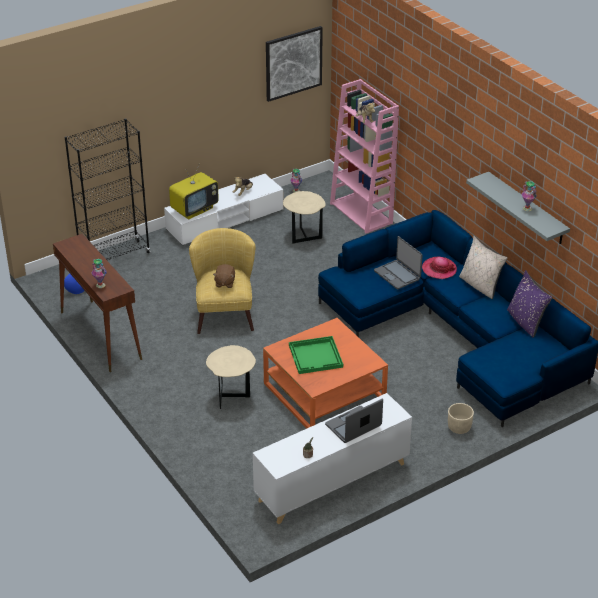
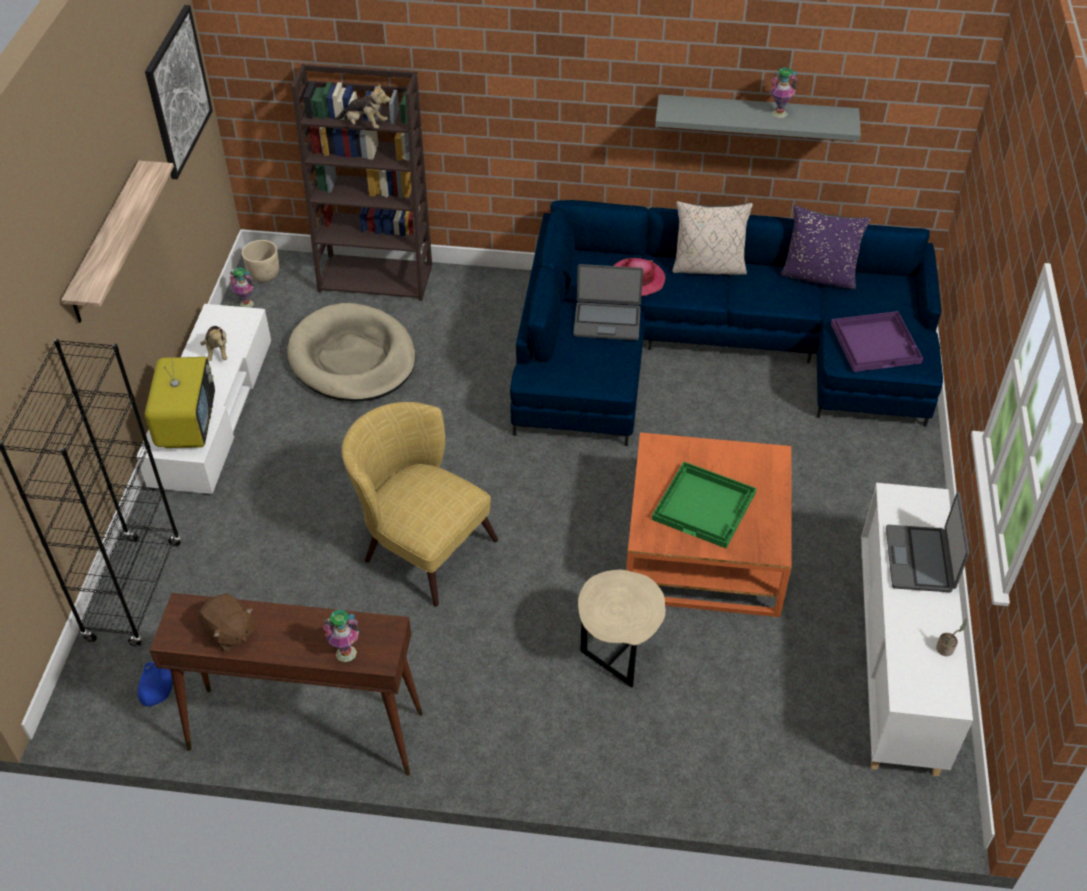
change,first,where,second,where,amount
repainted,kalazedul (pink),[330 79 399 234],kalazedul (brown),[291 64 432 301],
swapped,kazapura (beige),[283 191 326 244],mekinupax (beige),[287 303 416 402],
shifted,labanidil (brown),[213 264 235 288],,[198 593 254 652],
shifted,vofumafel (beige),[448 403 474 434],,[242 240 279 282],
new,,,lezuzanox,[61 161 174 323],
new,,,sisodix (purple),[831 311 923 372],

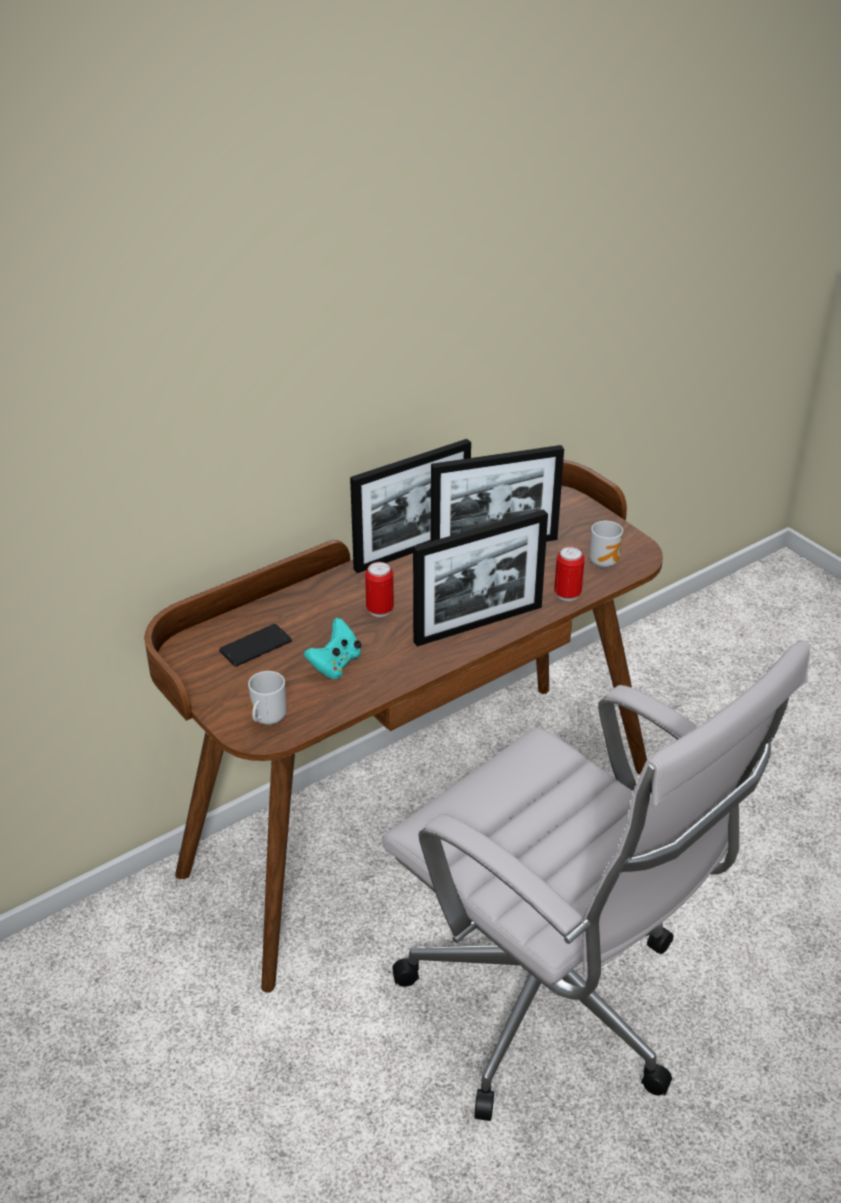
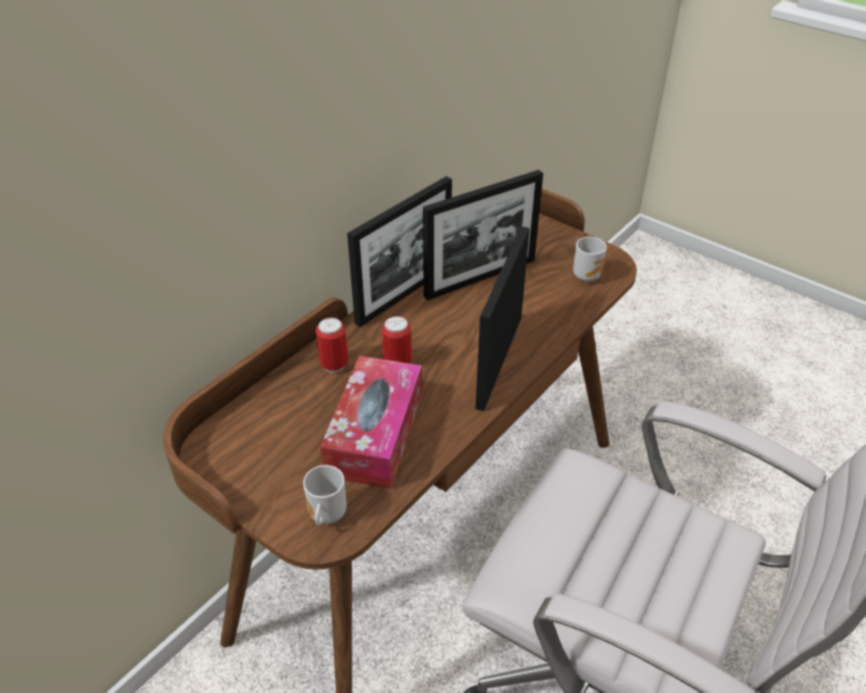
change,first,where,second,where,amount
rotated,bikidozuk,[413 509 548 647],,[475 226 530 411],150 degrees clockwise
shifted,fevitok,[554 547 585 601],,[316 317 348 373],
swapped,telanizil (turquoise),[304 618 361 679],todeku,[320 356 422 489],
gone,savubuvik,[219 624 292 667],,,

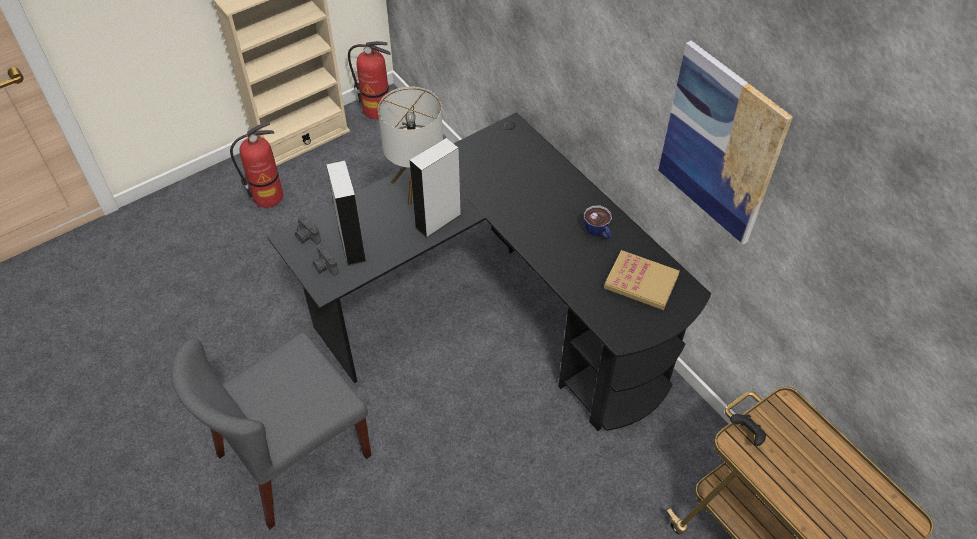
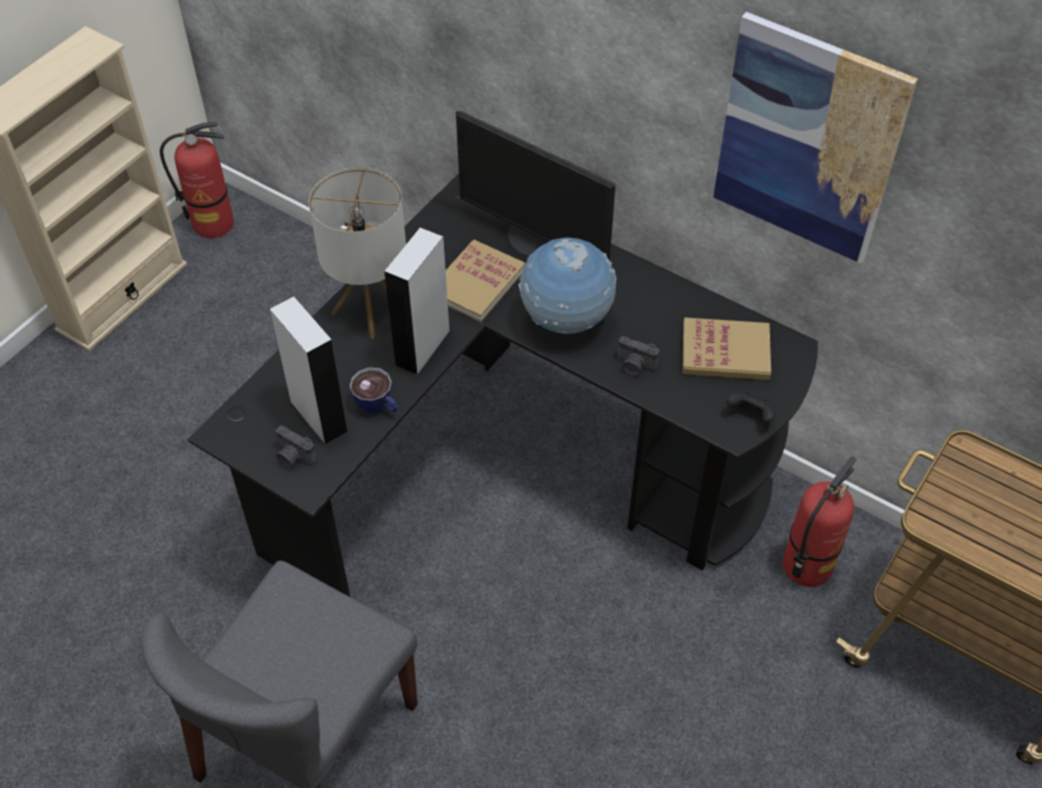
change,first,where,second,where,amount
shifted,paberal,[230 122 283 208],,[783 456 857 587],
shifted,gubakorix,[584 205 612 239],,[350 367 398 413],
shifted,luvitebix,[295 215 321 244],,[617 336 659 376],
shifted,telanizil (black),[730 414 766 446],,[727 391 775 423],
new,,,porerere,[456 111 616 260],
new,,,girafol,[518 237 617 334],
new,,,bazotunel,[446 240 525 322],

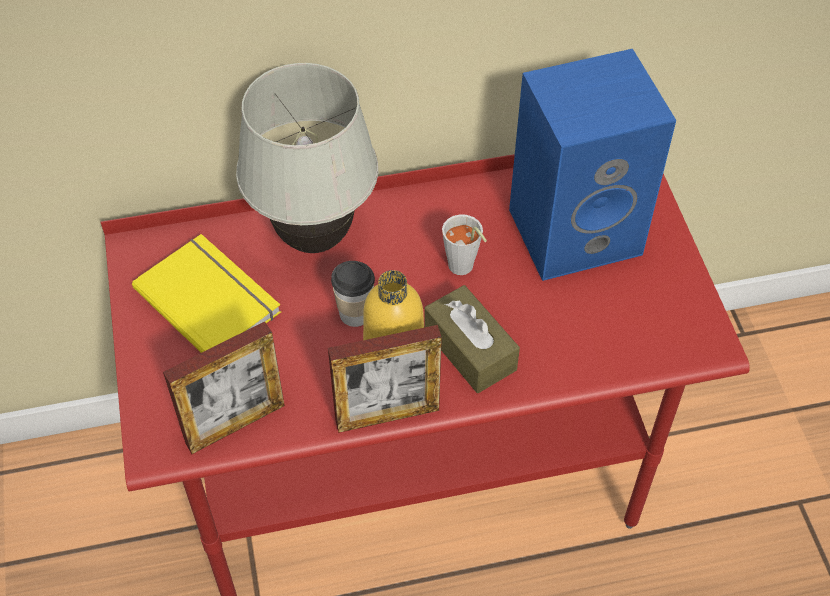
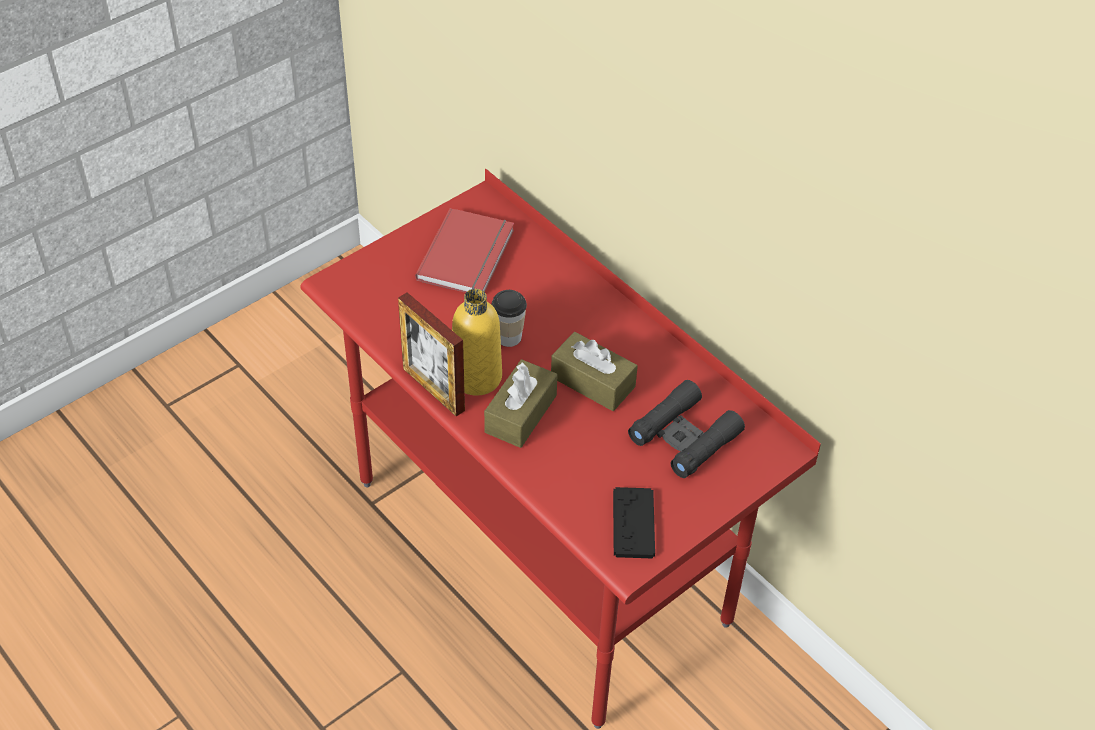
change,first,where,second,where,amount
swapped,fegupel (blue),[509 49 676 281],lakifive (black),[628 380 745 478],
gone,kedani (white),[236 63 378 253],,,
swapped,gubakorix (grey),[442 214 487 275],todeku (brown),[551 332 638 411],
repainted,bazotunel (yellow),[132 234 281 353],bazotunel (red),[415 208 514 293],
gone,bikidozuk,[163 322 285 454],,,
new,,,telanizil (black),[613 487 655 559],

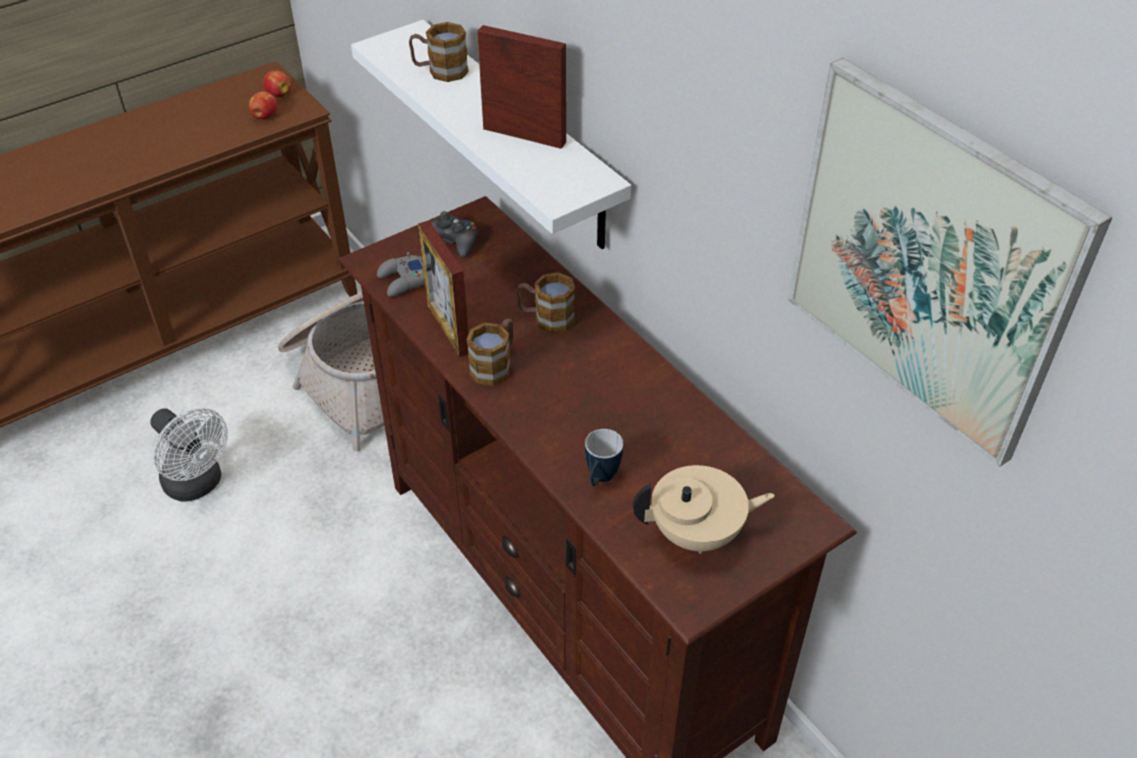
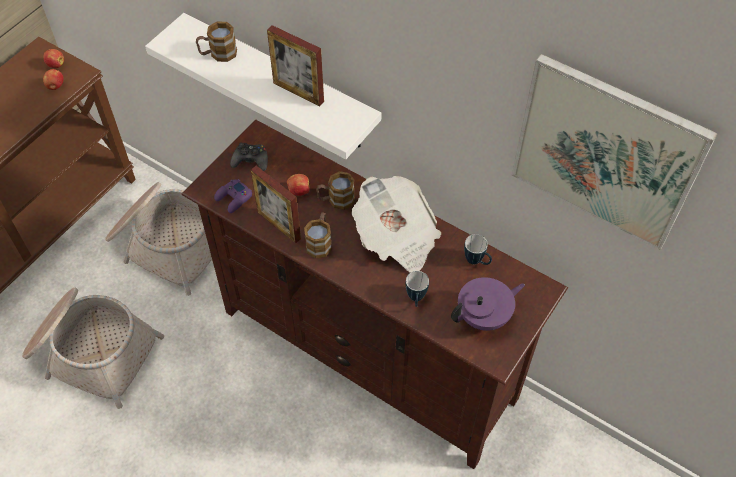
change,first,where,second,where,amount
rotated,bikidozuk,[477 25 566 149],,[267 25 324 107],150 degrees counterclockwise
repainted,telanizil (grey),[377 252 425 297],telanizil (purple),[214 179 252 213],
swapped,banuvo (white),[150 408 228 502],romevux,[22 288 164 409],
repainted,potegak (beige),[633 465 775 554],potegak (purple),[451 277 525 331],
new,,,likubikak,[287 174 310 196],
new,,,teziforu,[352 176 442 273],
new,,,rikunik,[464 234 492 265],

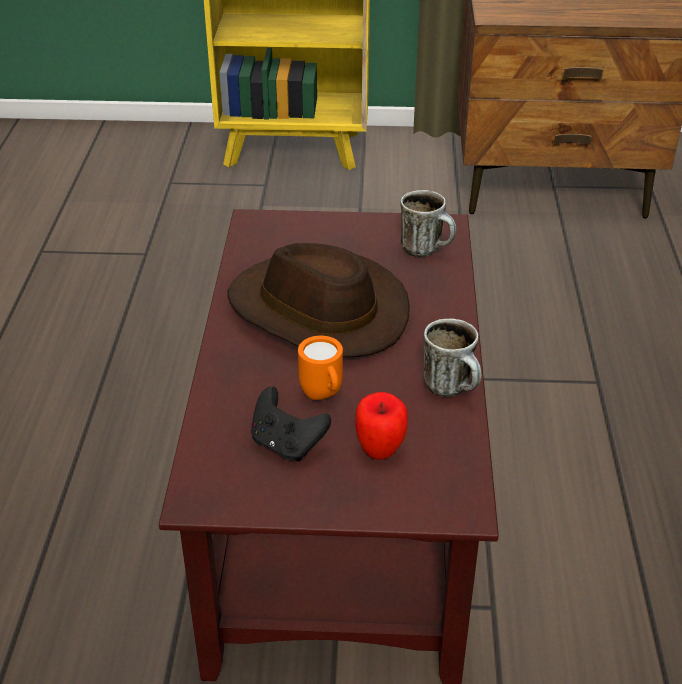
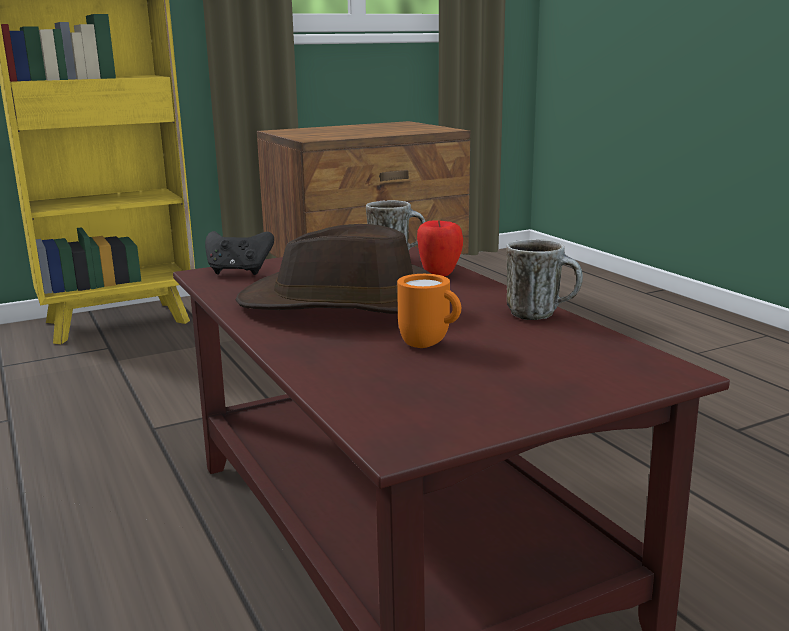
change,first,where,second,where,amount
shifted,telanizil (black),[251 387 331 461],,[205 231 274 275],
shifted,likubikak,[356 392 408 460],,[417 220 463 276],

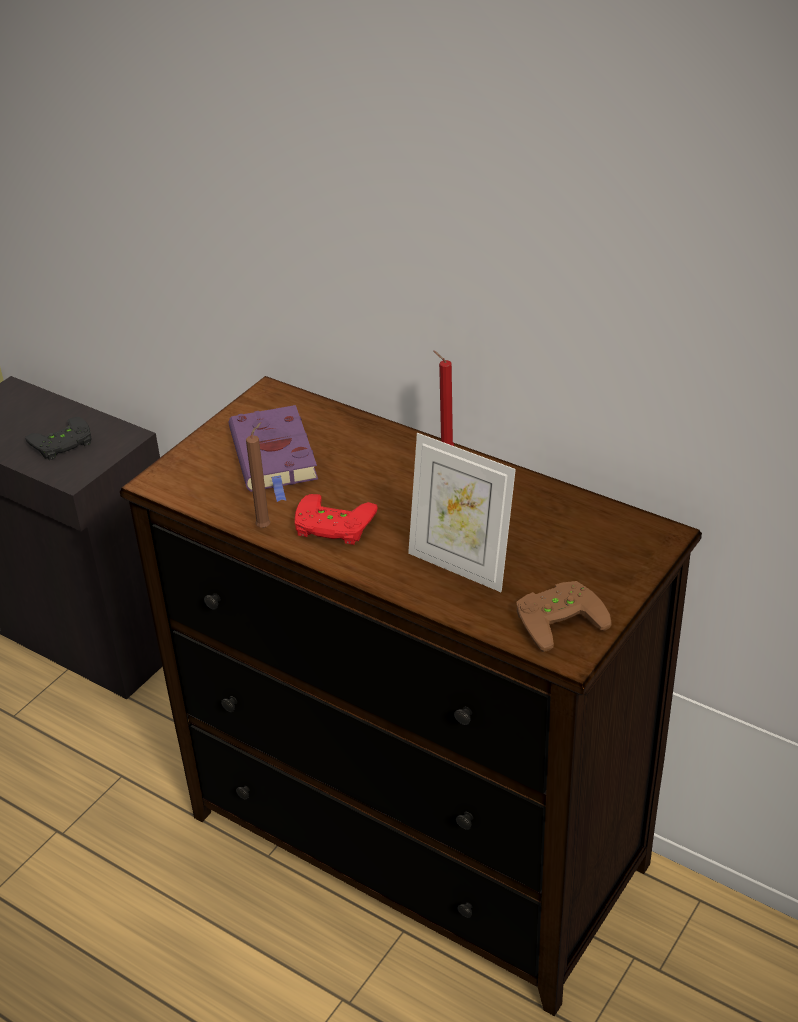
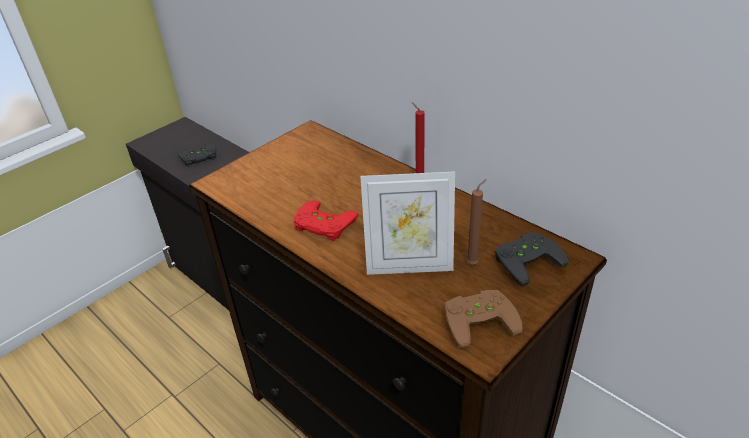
change,first,where,second,where,amount
gone,bazotunel (purple),[229 405 318 502],,,
shifted,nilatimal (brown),[246 423 271 528],,[466 179 487 265],
rotated,bikidozuk,[408 433 516 592],,[360 172 455 275],45 degrees counterclockwise
new,,,telanizil (black),[495 232 569 286],

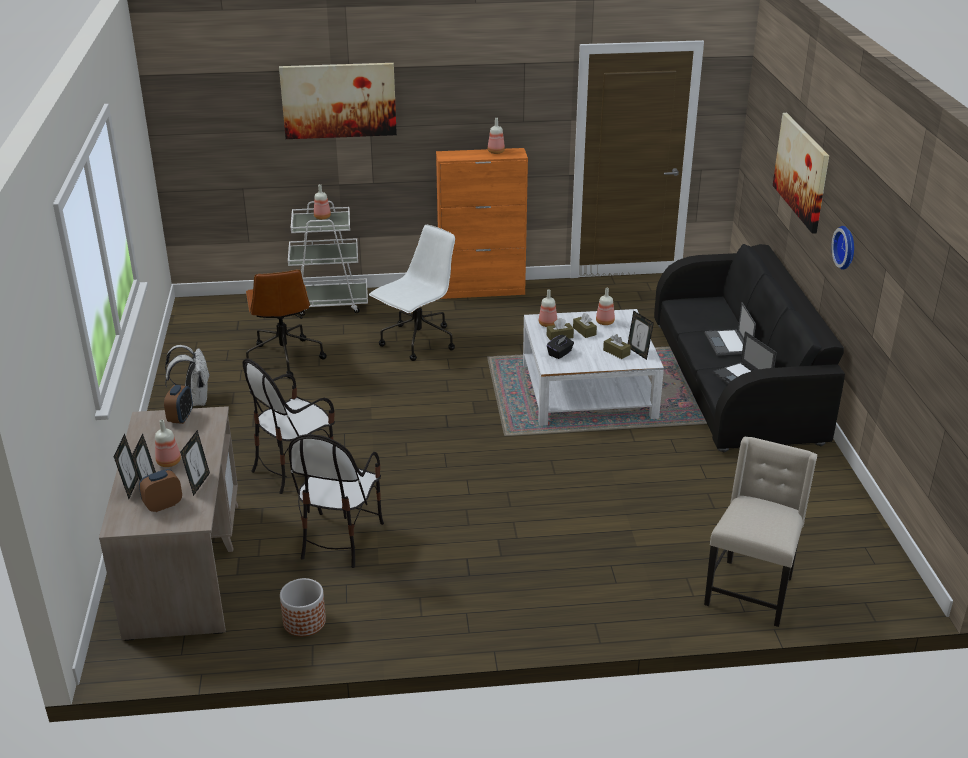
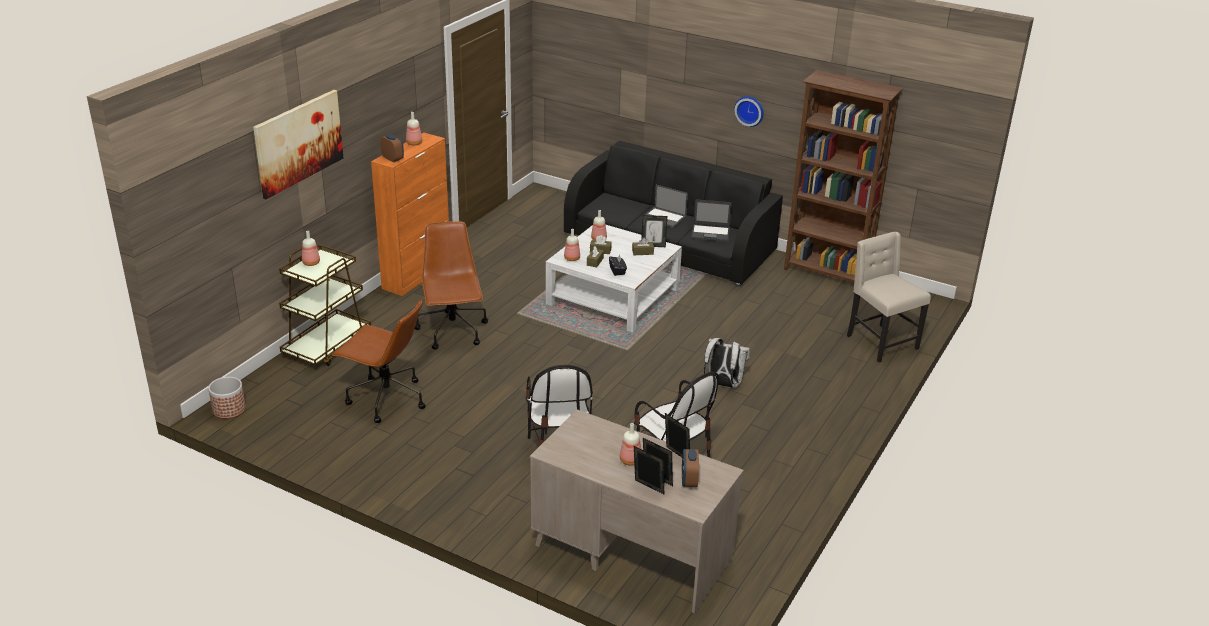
change,first,where,second,where,amount
gone,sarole,[773 113 829 234],,,
repainted,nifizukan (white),[288 201 368 316],nifizukan (brown),[279 244 371 366],
repainted,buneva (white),[369 225 455 361],buneva (brown),[415 221 488 350],
shifted,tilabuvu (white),[165 345 210 406],,[704 338 750 388],
shifted,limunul,[164 385 193 424],,[380 134 404 162],
shifted,vofumafel,[280 578 326 636],,[208 377 246 419],
new,,,kalazedul (brown),[784 70 903 283],

